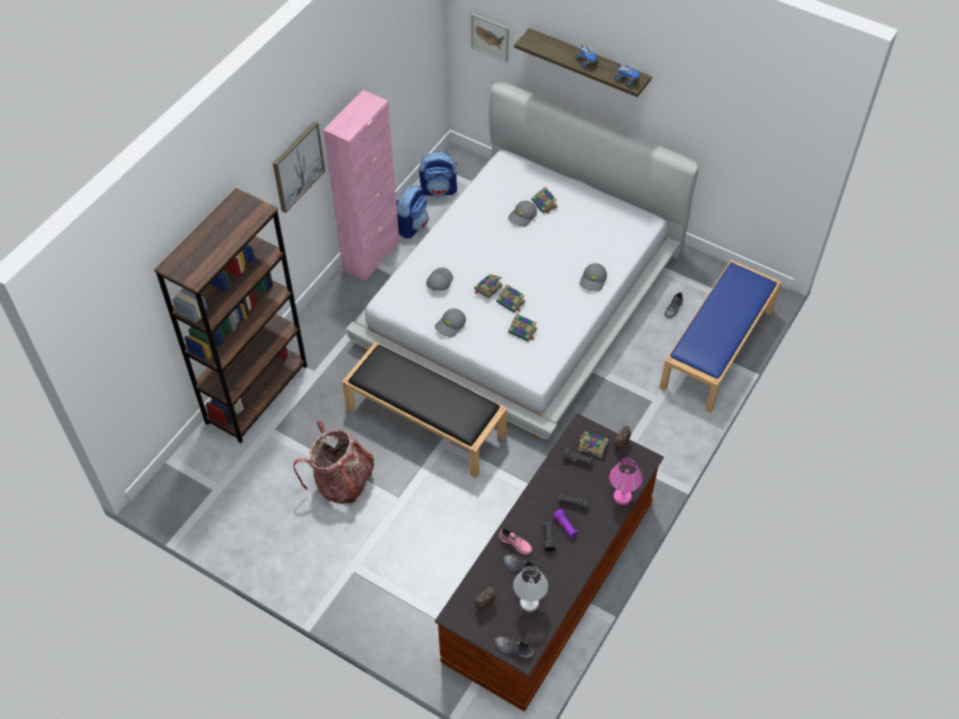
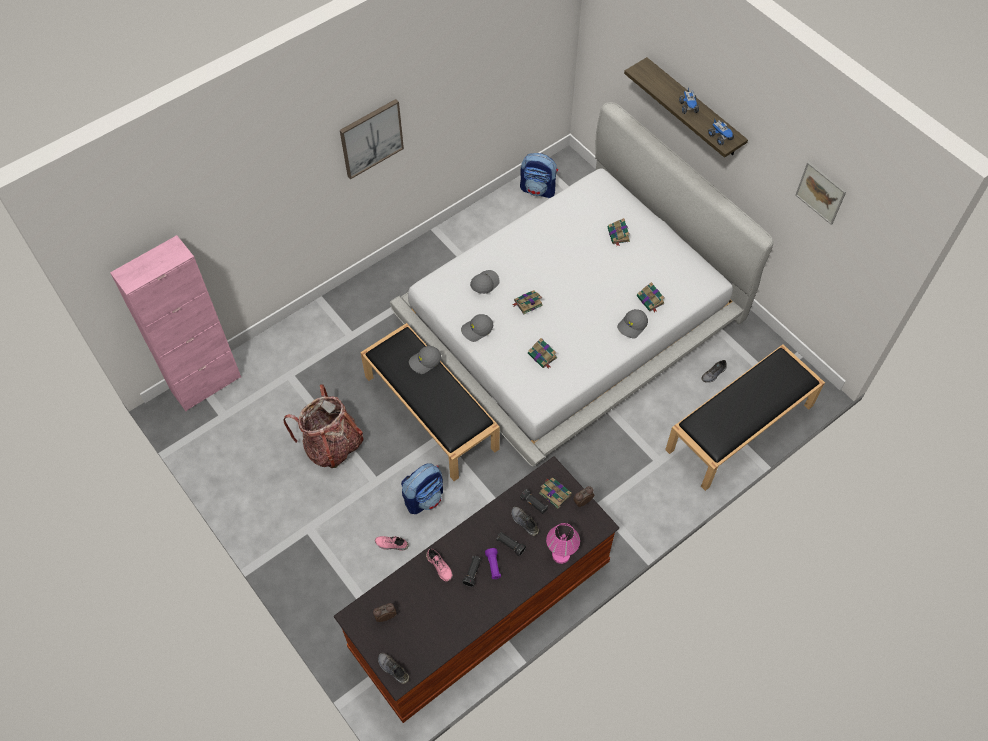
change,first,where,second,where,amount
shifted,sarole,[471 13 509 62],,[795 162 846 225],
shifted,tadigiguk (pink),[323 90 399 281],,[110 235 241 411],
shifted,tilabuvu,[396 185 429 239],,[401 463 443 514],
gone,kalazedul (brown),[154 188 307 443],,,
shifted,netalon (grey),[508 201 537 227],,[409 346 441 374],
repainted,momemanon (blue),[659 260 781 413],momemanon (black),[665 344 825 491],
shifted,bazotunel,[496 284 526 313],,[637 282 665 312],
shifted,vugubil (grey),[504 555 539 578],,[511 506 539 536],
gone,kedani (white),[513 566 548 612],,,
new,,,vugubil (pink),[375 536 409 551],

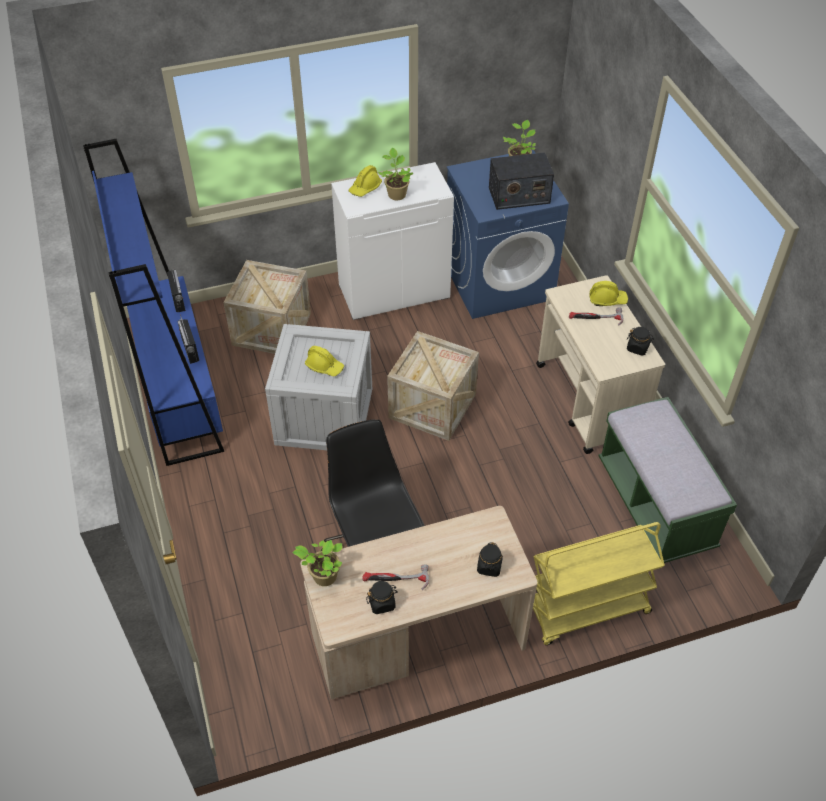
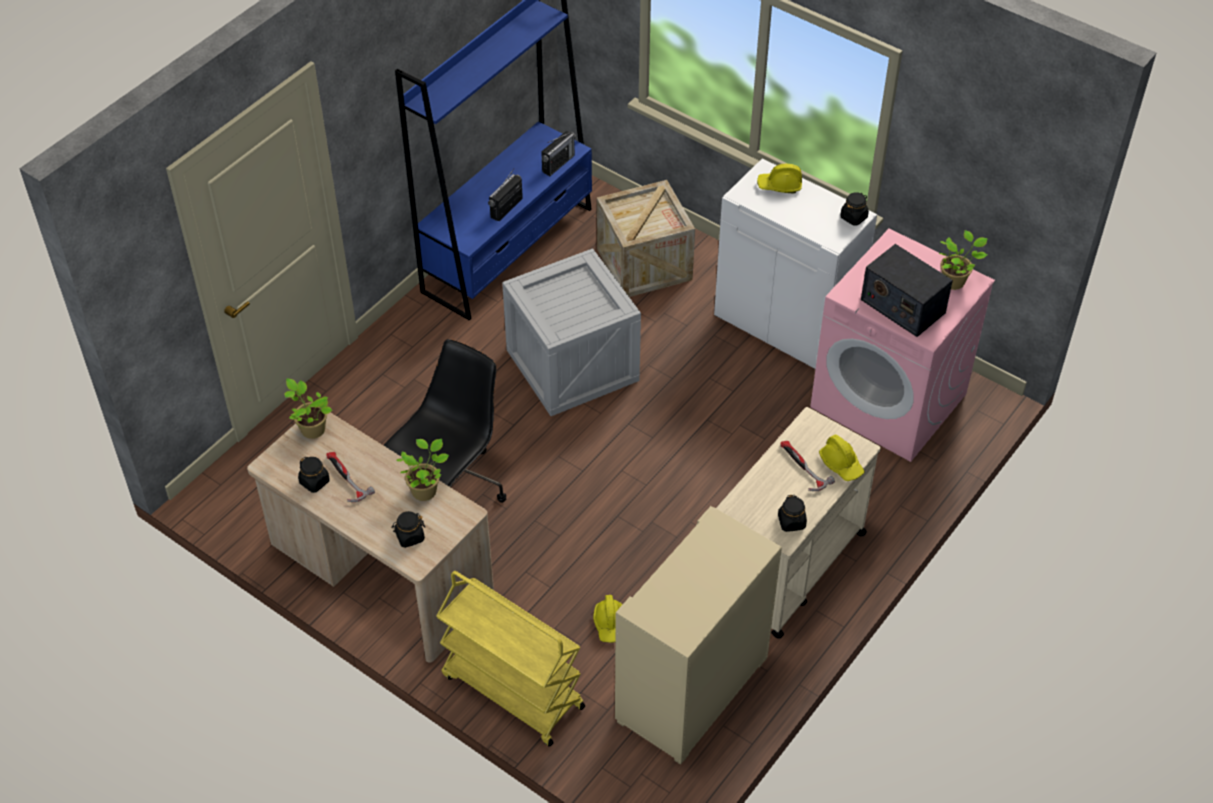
change,first,where,second,where,amount
shifted,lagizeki,[378 148 413 200],,[396 439 449 501],
repainted,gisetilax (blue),[447 149 569 319],gisetilax (pink),[810 228 995 462],
gone,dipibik,[387 331 479 441],,,
shifted,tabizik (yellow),[305 346 344 376],,[593 595 622 643],
swapped,momemanon (green),[599 397 737 563],tadigiguk (beige),[615 506 782 765],
new,,,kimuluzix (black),[840 192 869 226],

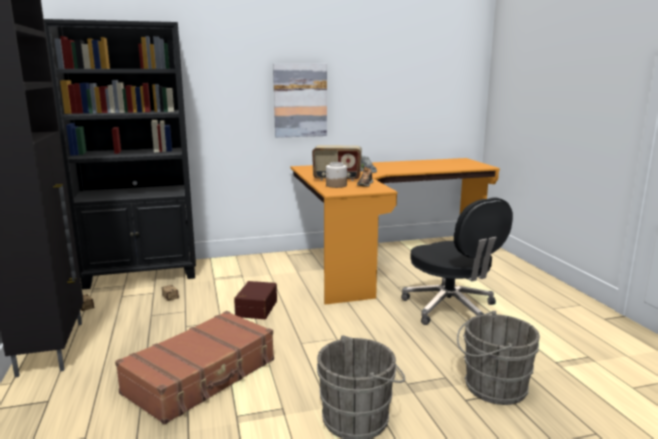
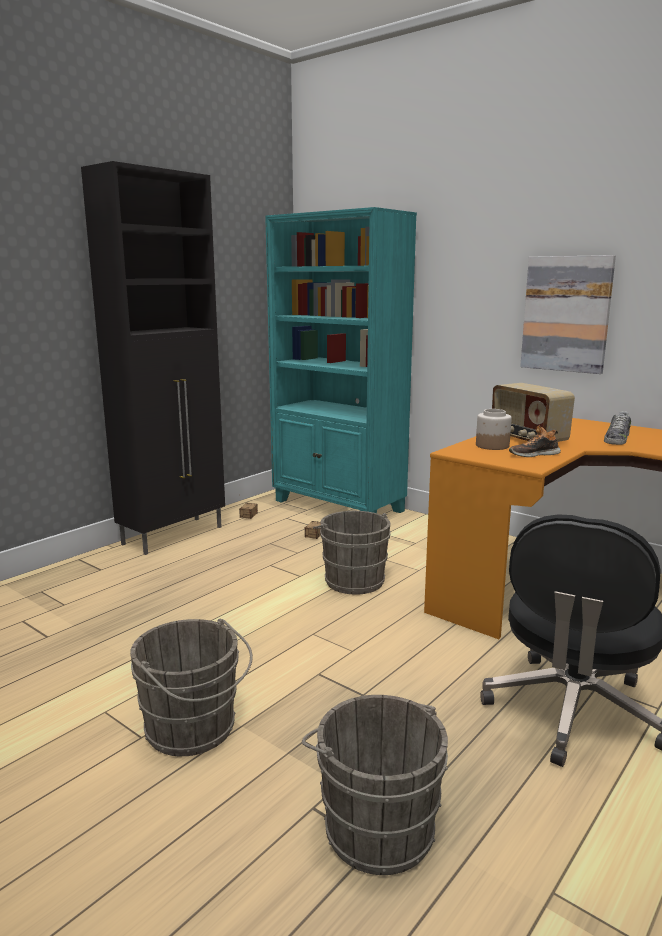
change,first,where,second,where,amount
repainted,kalazedul (black),[44 19 196 290],kalazedul (turquoise),[265 207 417 513],
swapped,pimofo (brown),[234 281 277 319],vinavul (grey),[313 511 391 595],
gone,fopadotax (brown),[115 311 274 425],,,

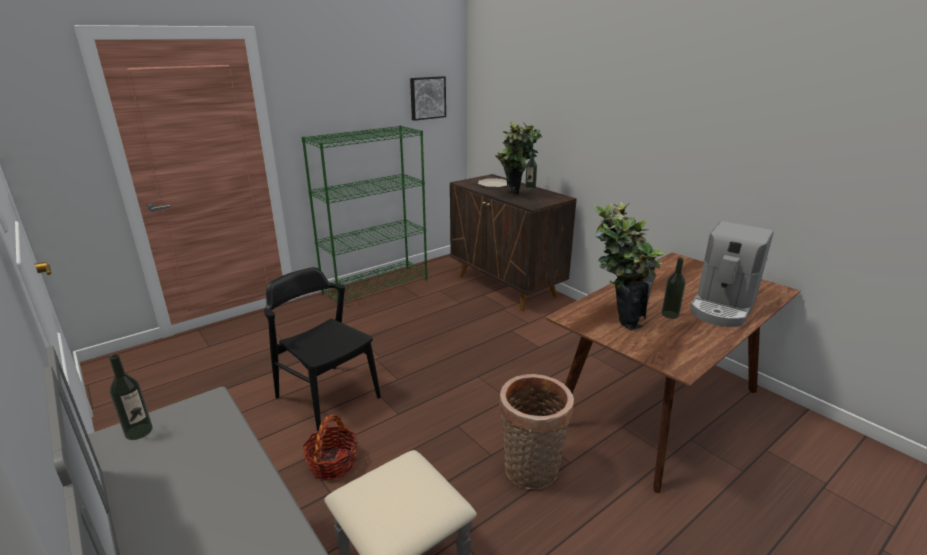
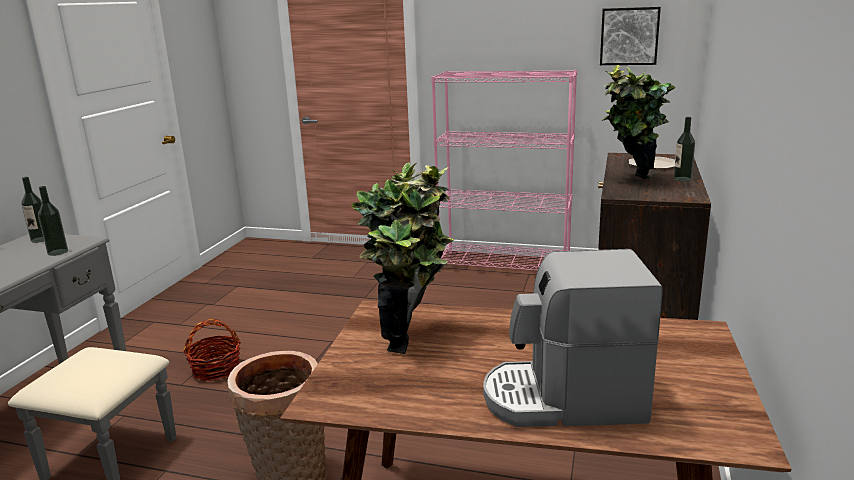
change,first,where,second,where,amount
repainted,kalazedul (green),[301 125 428 303],kalazedul (pink),[431 70 577 270],
shifted,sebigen,[661 257 686 319],,[38 186 68 256],
gone,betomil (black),[264 267 381 431],,,

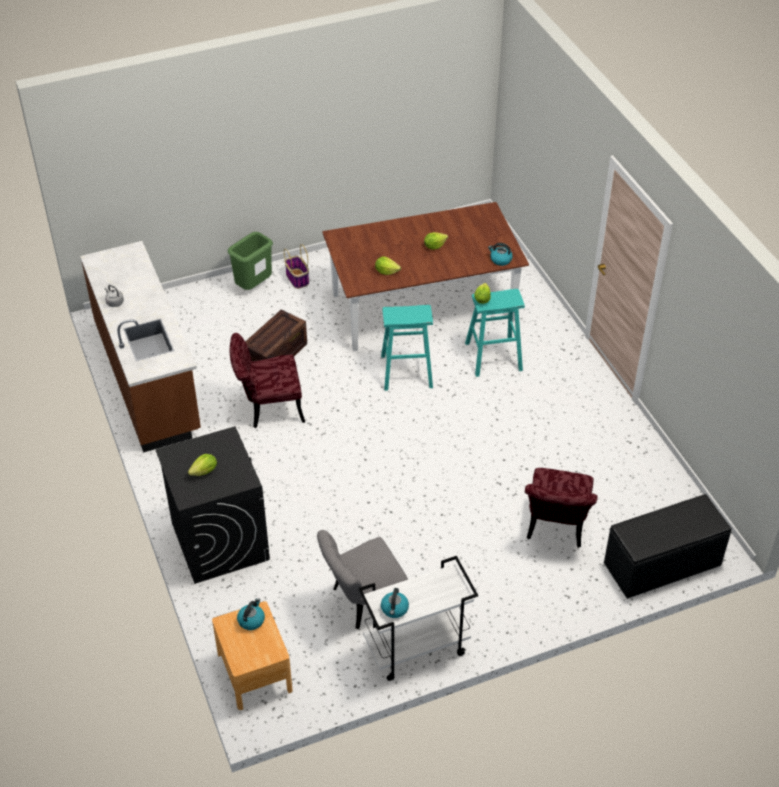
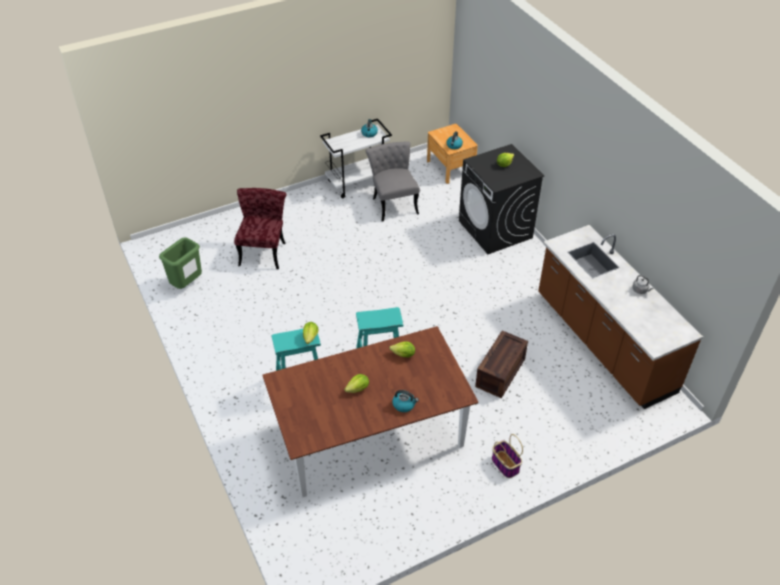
change,first,where,second,where,amount
shifted,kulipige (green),[228 232 273 290],,[159 237 202 289],
shifted,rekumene,[488 243 513 266],,[392 390 419 412],
gone,betomil (red),[229 333 305 428],,,
gone,momemanon (black),[604 494 732 599],,,
rotated,betomil (grey),[317 530 408 629],,[366 141 420 222],75 degrees counterclockwise

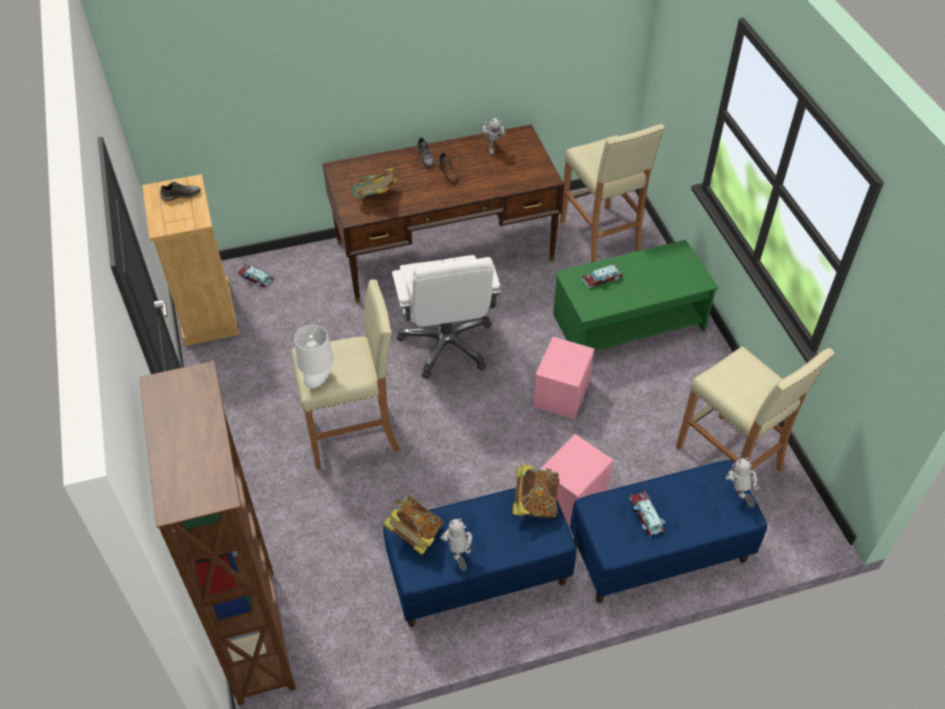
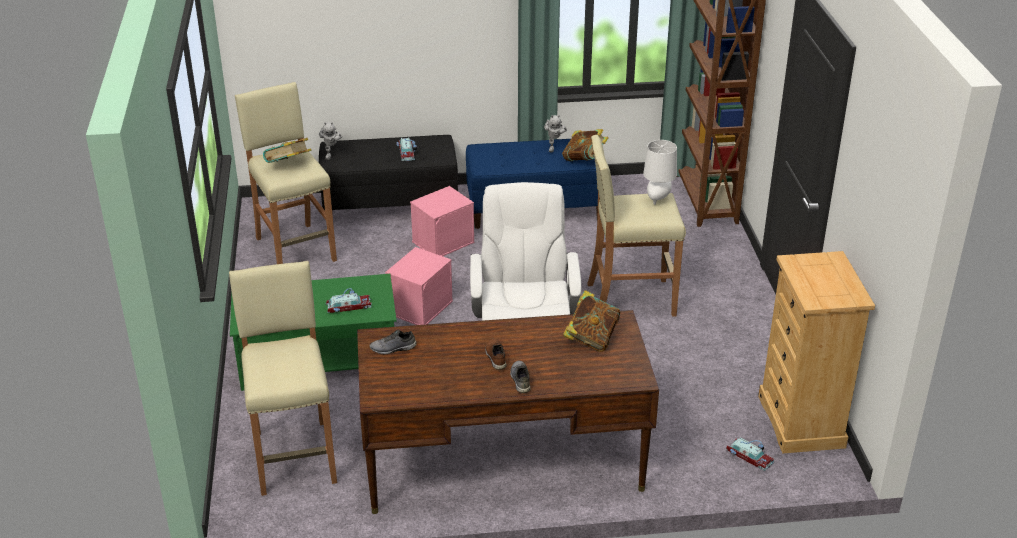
change,first,where,second,where,amount
gone,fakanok,[482 118 507 155],,,
shifted,vugubil (grey),[160 182 201 201],,[369 329 417 354],
repainted,momemanon (blue),[570 460 767 603],momemanon (black),[319 135 458 215],
shifted,bazotunel,[512 465 559 518],,[263 138 312 163],

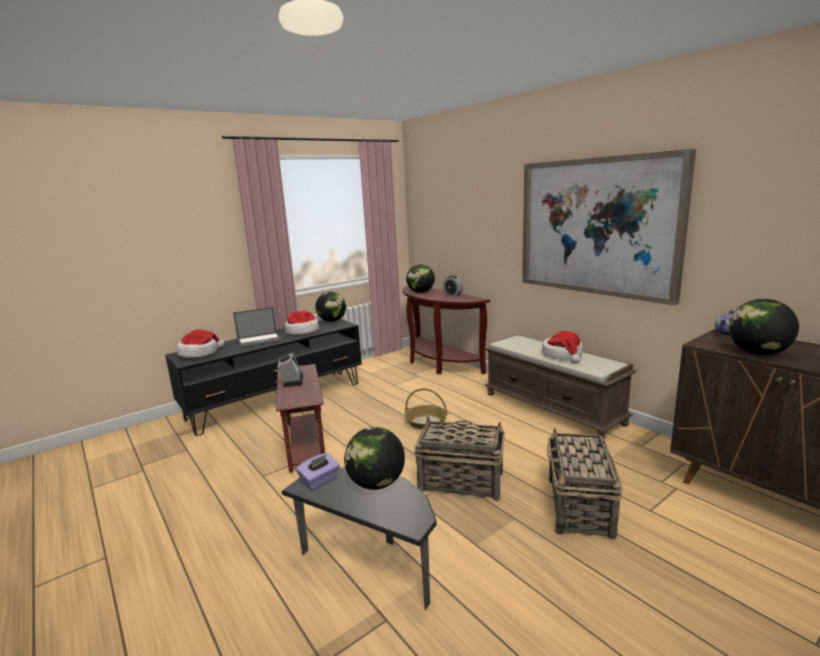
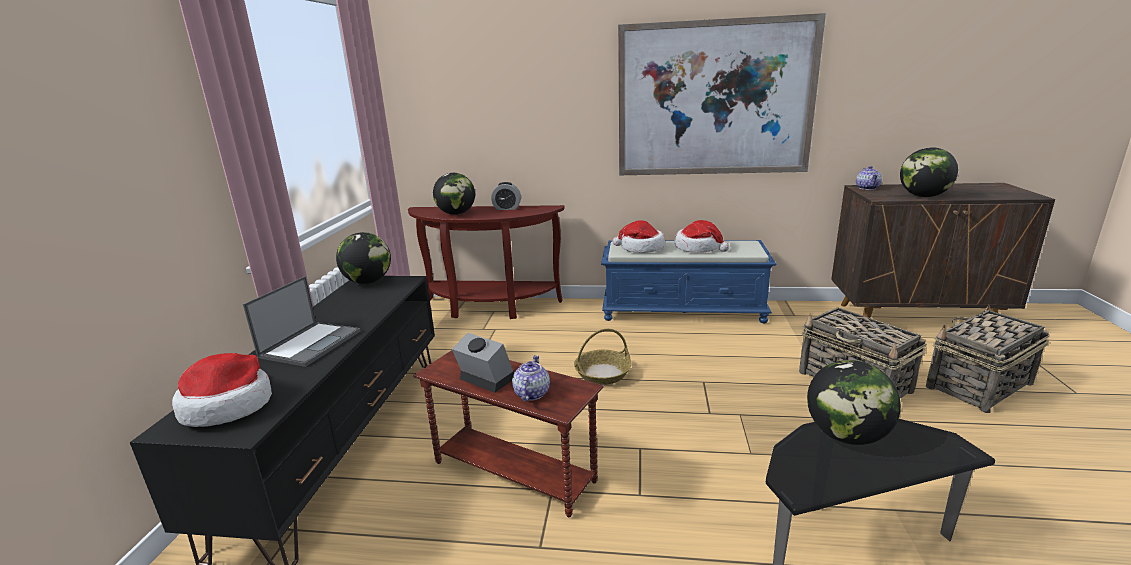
change,first,where,second,where,amount
shifted,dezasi,[285 310 319 335],,[613 220 665 253],
repainted,momemanon (brown),[484 334 637 439],momemanon (blue),[601 240 777 323],
shifted,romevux,[414 416 505 501],,[926 304 1050 413],
gone,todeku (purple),[296 453 340 490],,,
new,,,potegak,[512 355 550 401],

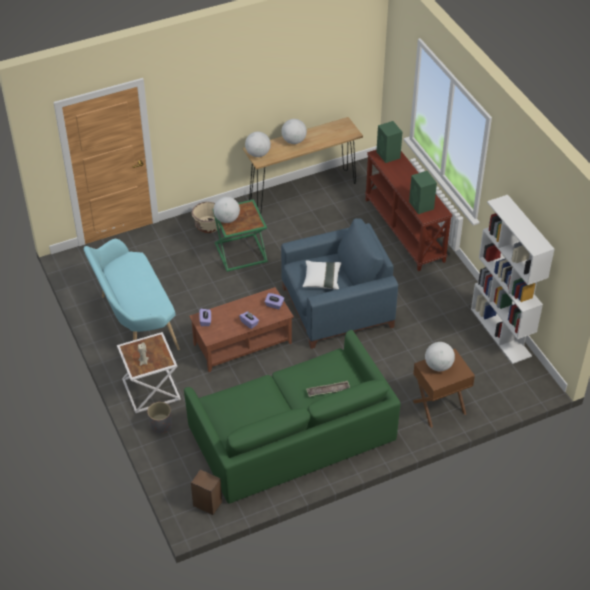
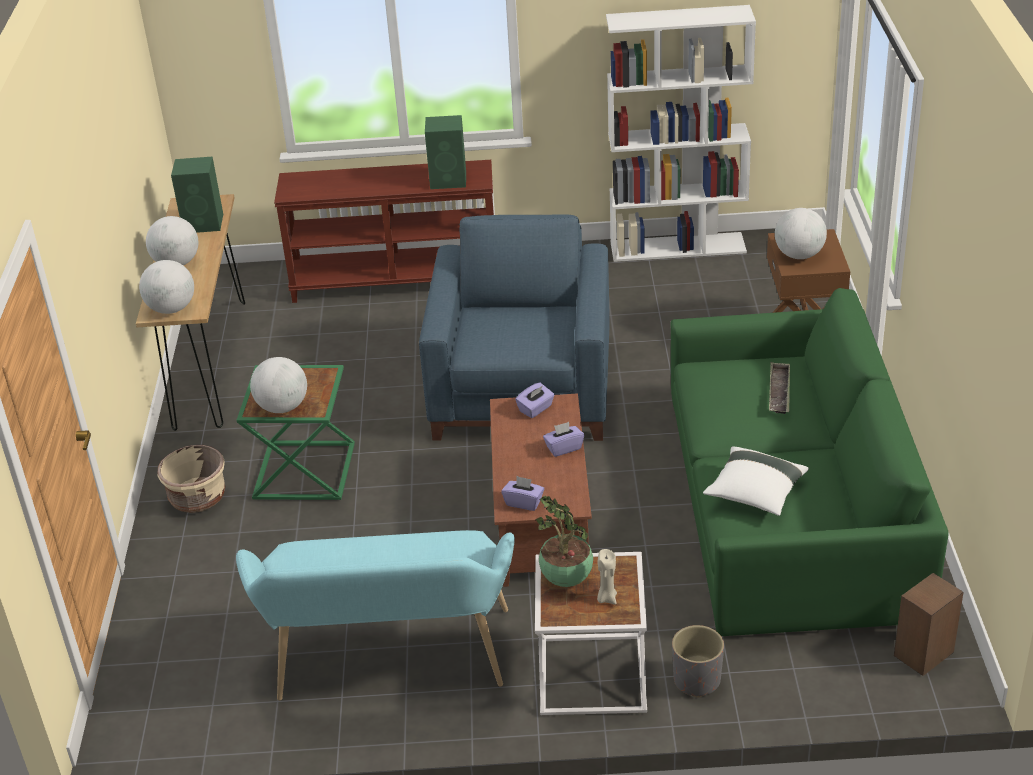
change,first,where,second,where,amount
shifted,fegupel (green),[376 121 402 163],,[171 156 223 233],
shifted,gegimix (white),[302 260 342 290],,[703 446 809 516],
new,,,lagizeki,[535 496 593 587],

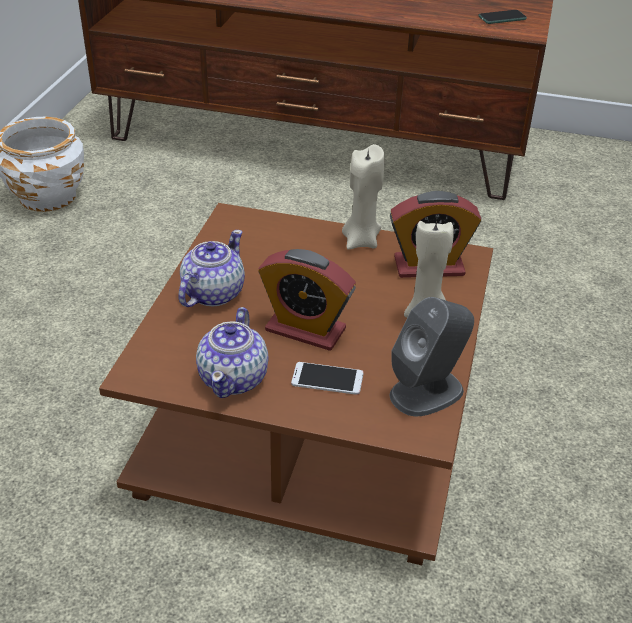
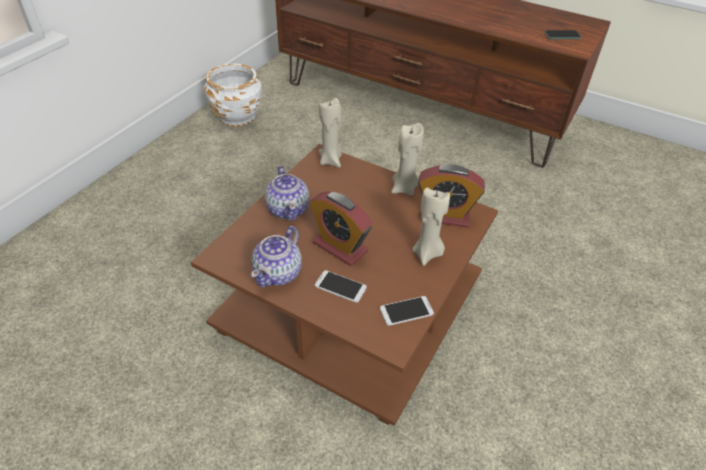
change,first,where,second,where,amount
rotated,potegak,[179 230 245 307],,[265 166 309 221],120 degrees clockwise
swapped,fegupel (grey),[389 297 474 416],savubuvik,[380 296 434 326],
new,,,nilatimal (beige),[319 98 342 168],

